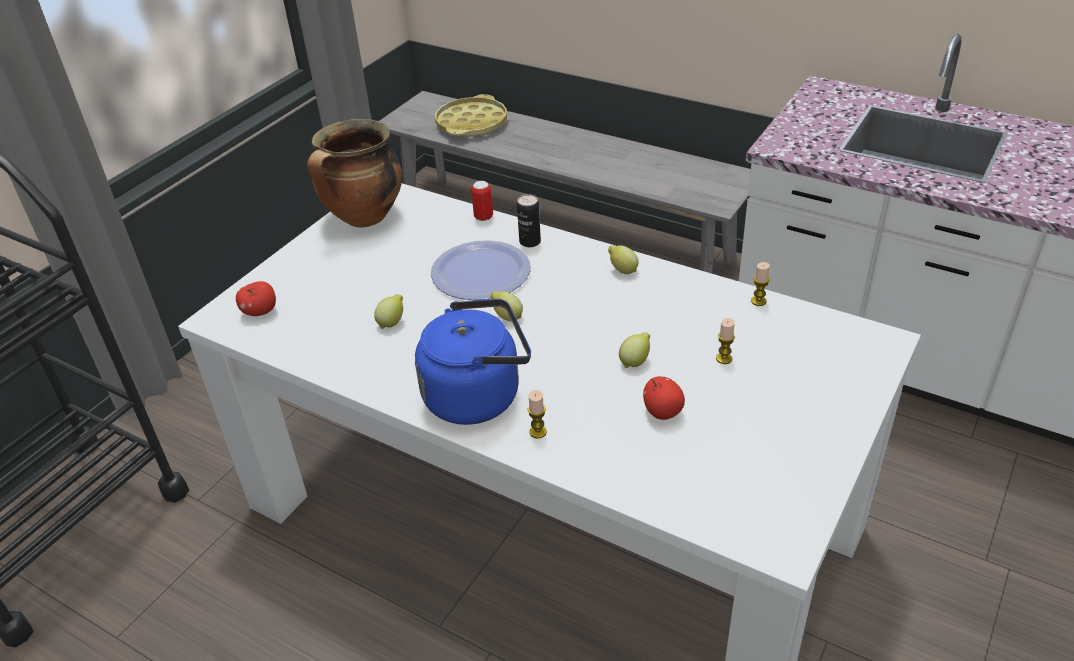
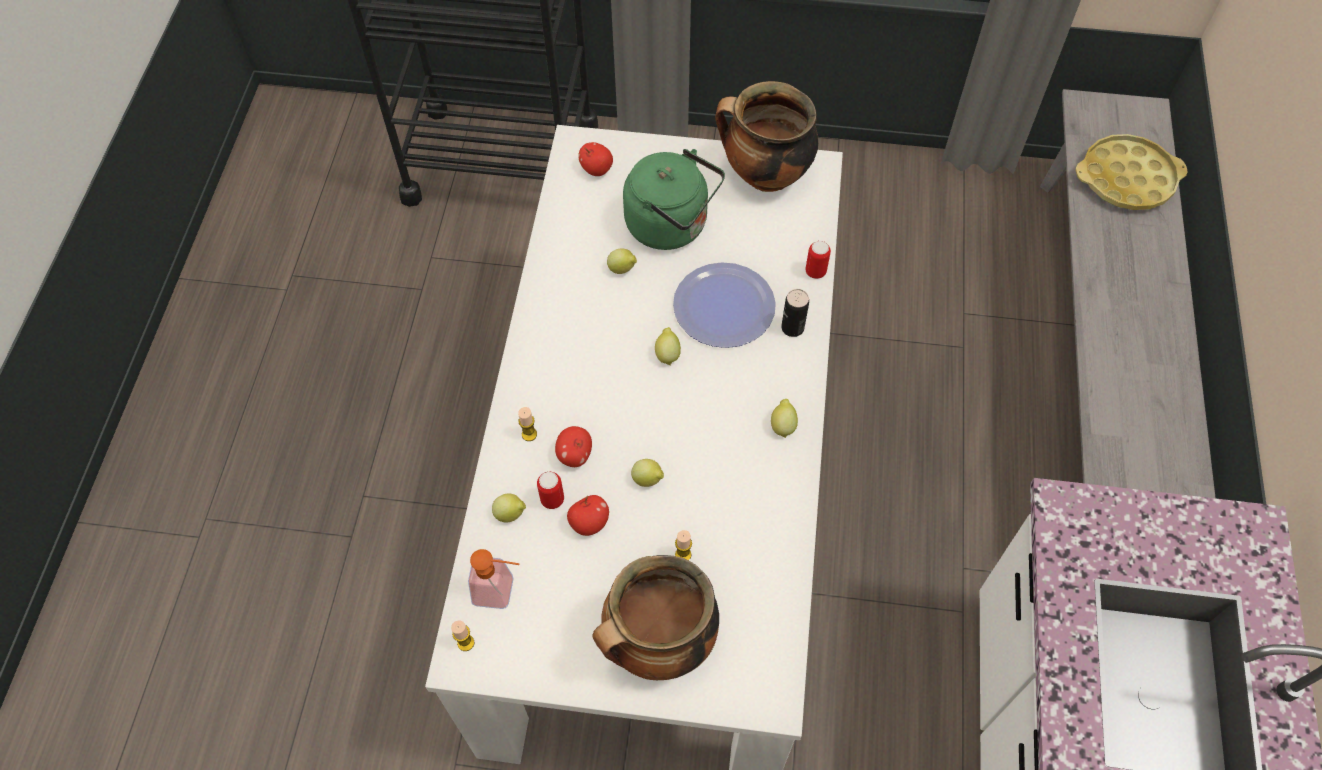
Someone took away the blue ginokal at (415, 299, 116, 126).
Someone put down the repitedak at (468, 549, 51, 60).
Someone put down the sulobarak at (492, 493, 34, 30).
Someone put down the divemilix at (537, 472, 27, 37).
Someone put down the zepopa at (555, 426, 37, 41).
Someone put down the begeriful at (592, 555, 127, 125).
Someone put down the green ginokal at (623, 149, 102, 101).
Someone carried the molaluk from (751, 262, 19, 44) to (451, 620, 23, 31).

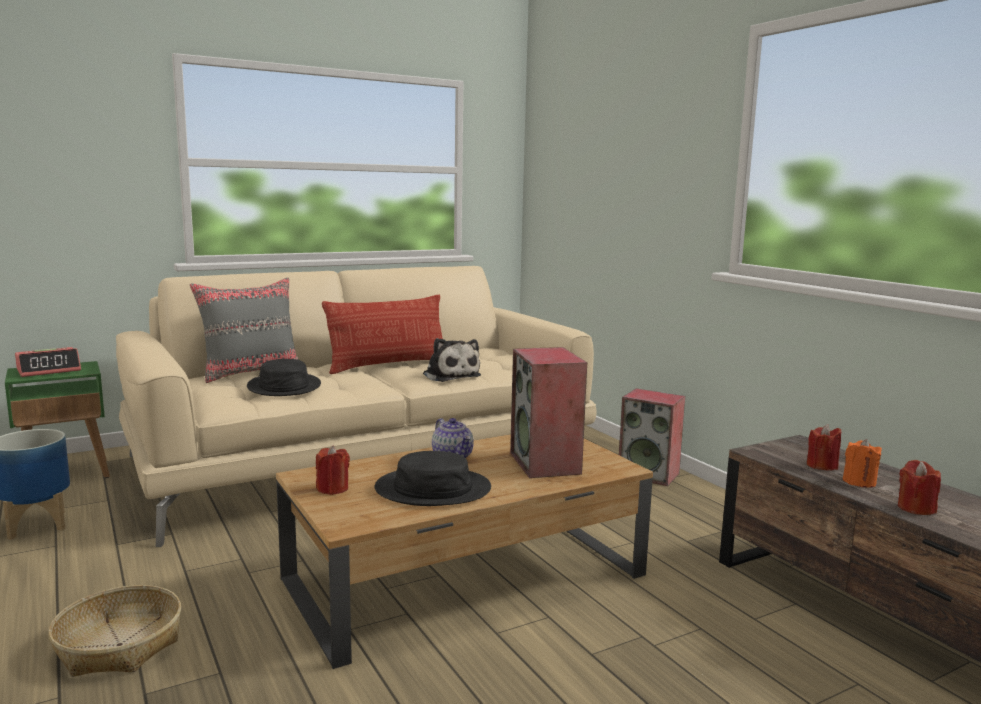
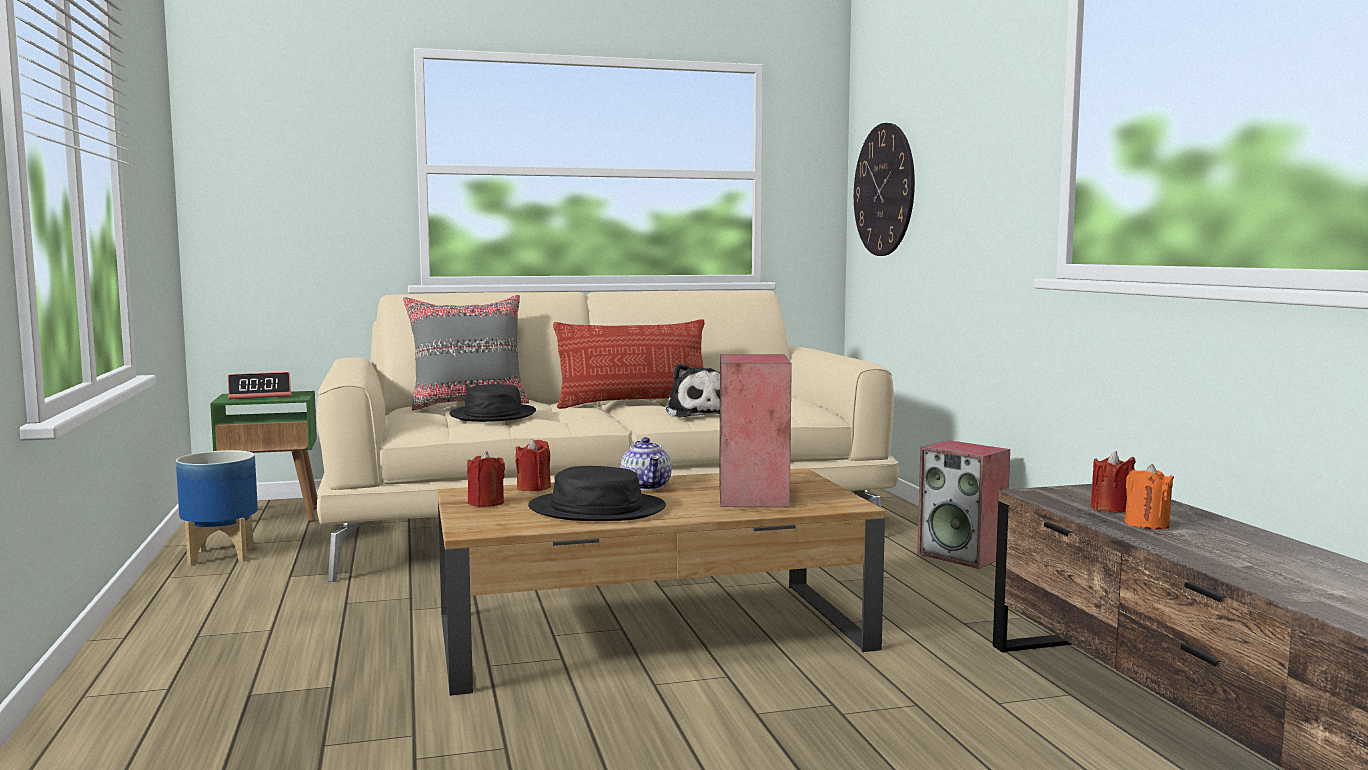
Someone took away the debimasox at (48, 585, 133, 92).
Someone put up the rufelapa at (854, 123, 61, 133).
Someone carried the red molaluk from (898, 460, 43, 55) to (515, 438, 36, 53).

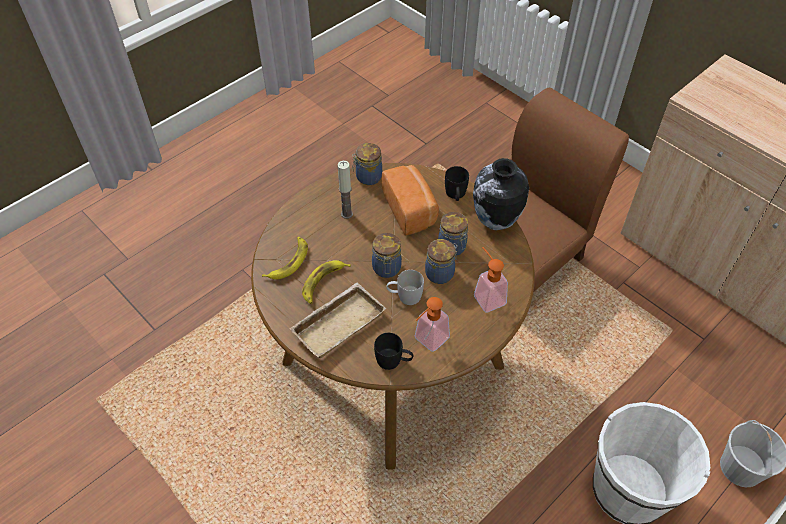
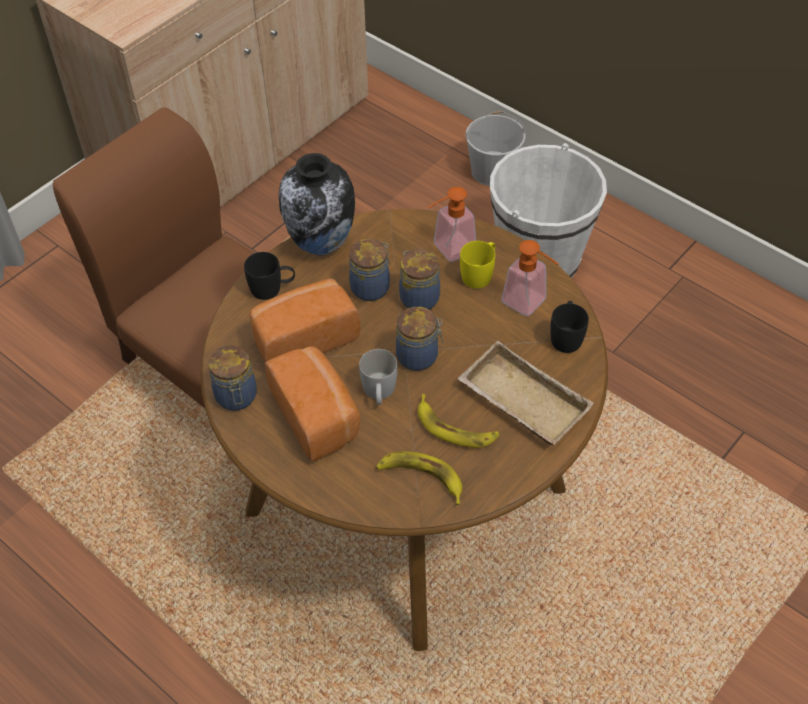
Someone put down the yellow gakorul at (460, 241, 35, 48).
Someone carried the white gakorul from (387, 270, 37, 35) to (359, 349, 38, 56).
Someone swapped the molaluk at (338, 161, 15, 58) for the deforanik at (265, 346, 95, 116).

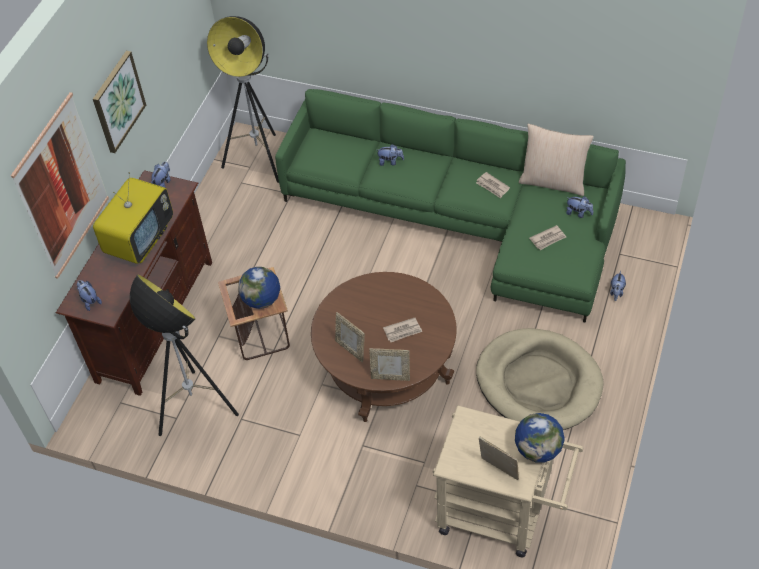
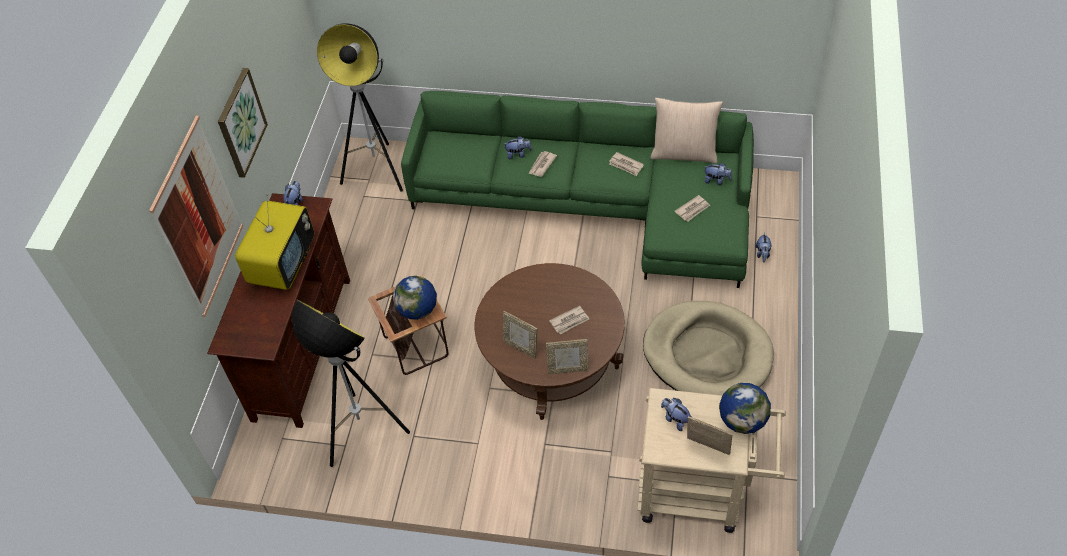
Someone put down the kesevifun at (528, 151, 29, 26).
Someone carried the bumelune from (77, 280, 25, 31) to (661, 398, 31, 33).

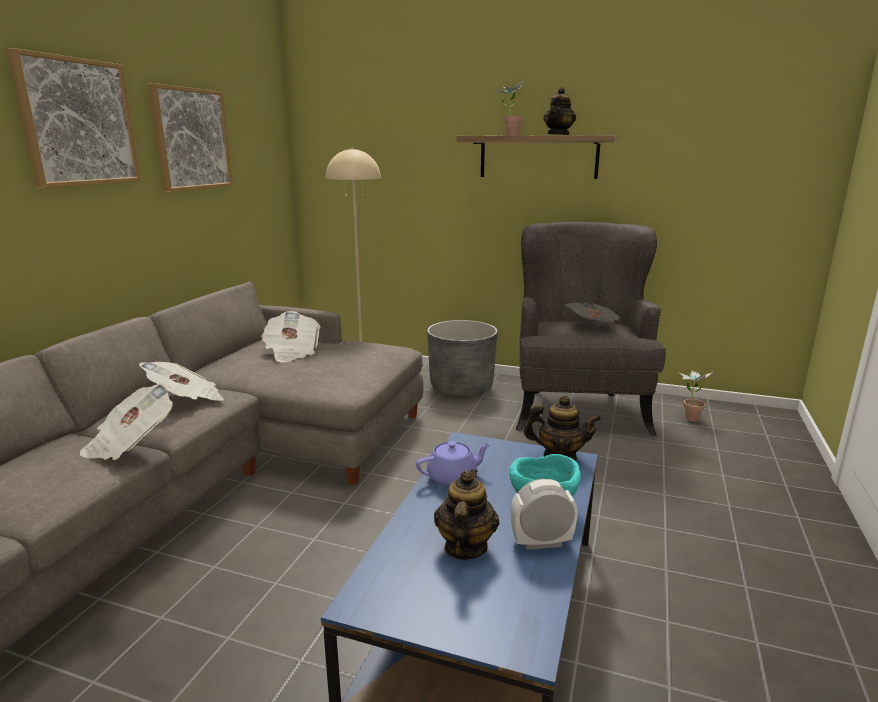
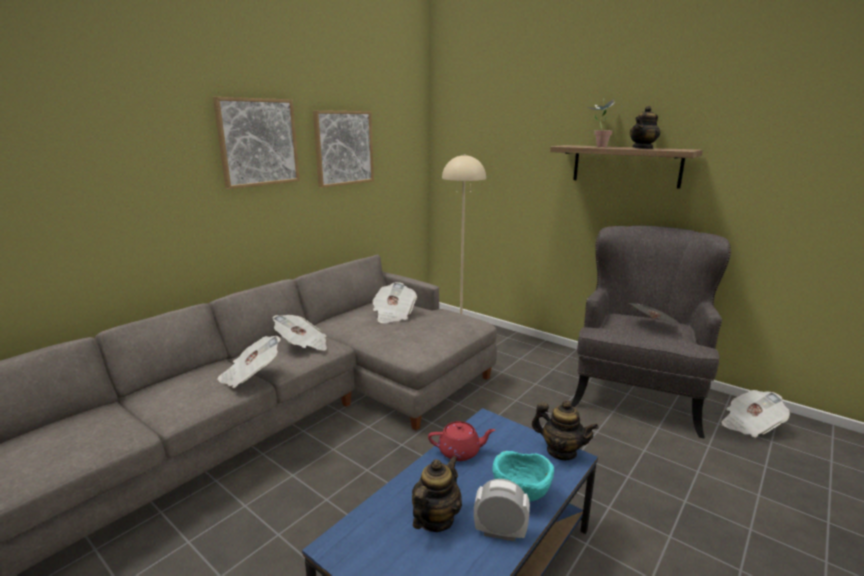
Someone took away the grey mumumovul at (427, 320, 70, 78).
Someone swapped the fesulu at (679, 369, 33, 53) for the kesevifun at (721, 390, 69, 47).
Someone repainted the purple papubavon at (416, 441, 76, 46), which became the red papubavon at (428, 421, 67, 40).

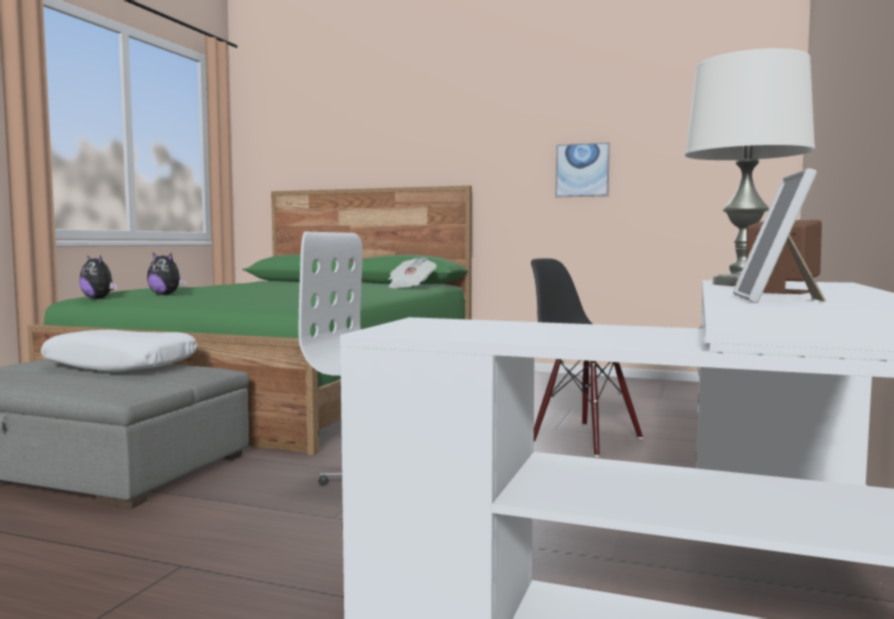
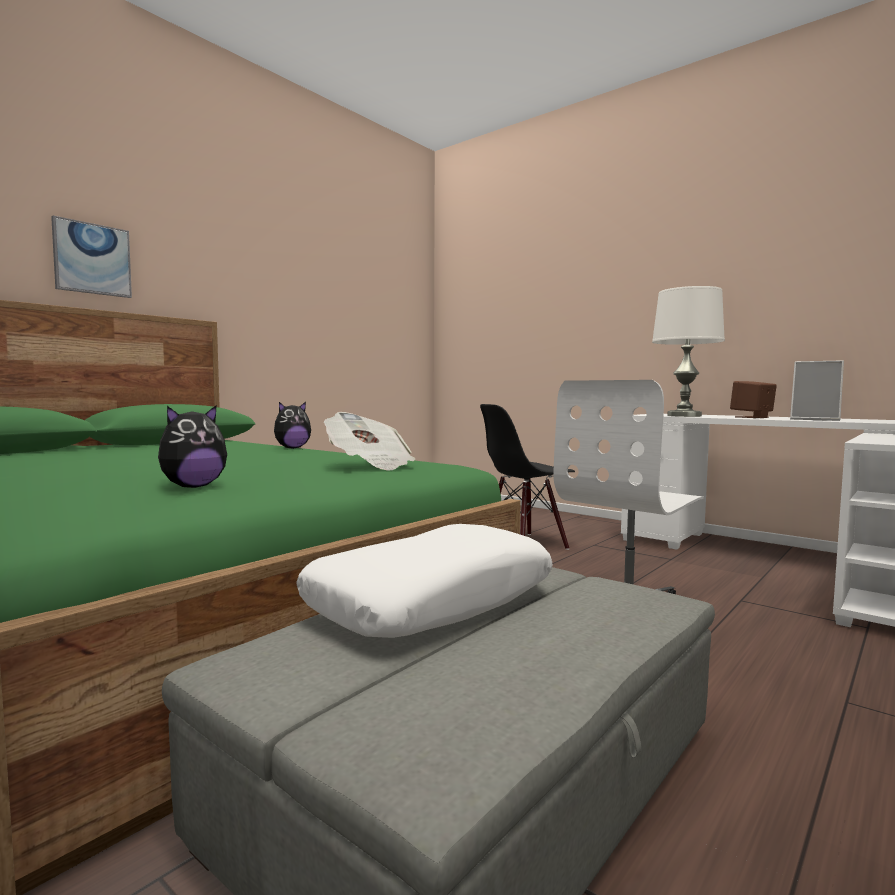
Someone carried the bumelune from (79, 255, 38, 44) to (274, 402, 37, 47).
Someone carried the kesevifun from (389, 257, 48, 31) to (324, 412, 91, 58).
Someone carried the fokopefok from (555, 142, 55, 55) to (51, 215, 81, 83).

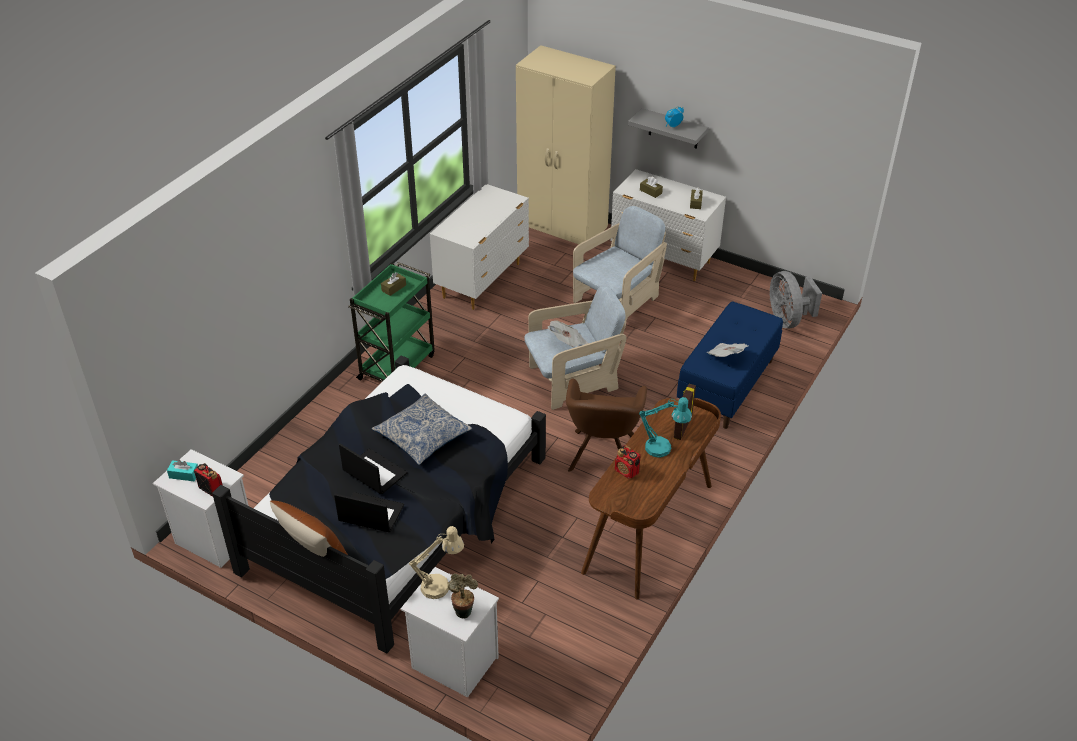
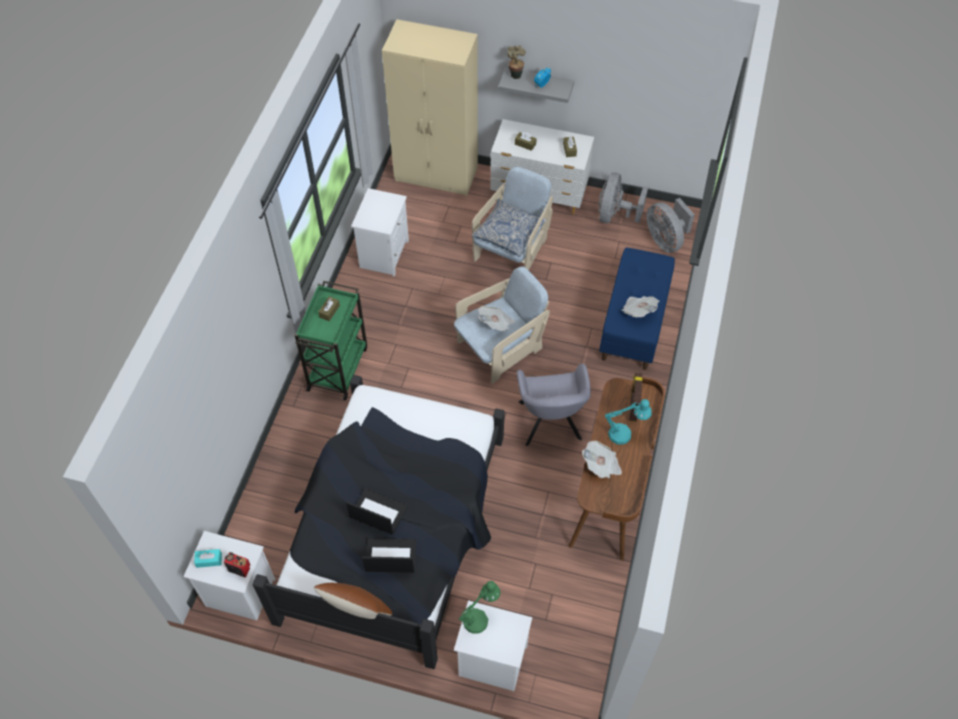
Someone put down the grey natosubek at (598, 172, 50, 51).
Someone carried the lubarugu from (372, 393, 100, 72) to (471, 199, 76, 58).
Someone carried the fesulu from (447, 573, 31, 45) to (507, 45, 19, 34).
Someone swapped the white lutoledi at (430, 184, 99, 126) for the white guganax at (351, 188, 58, 88).
Someone swapped the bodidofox at (615, 445, 26, 34) for the kesevifun at (582, 441, 40, 37).
Someone repainted the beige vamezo at (409, 526, 55, 73), which became the green vamezo at (459, 581, 42, 53).
Someone repainted the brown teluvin at (566, 379, 81, 93), which became the grey teluvin at (517, 364, 74, 82).

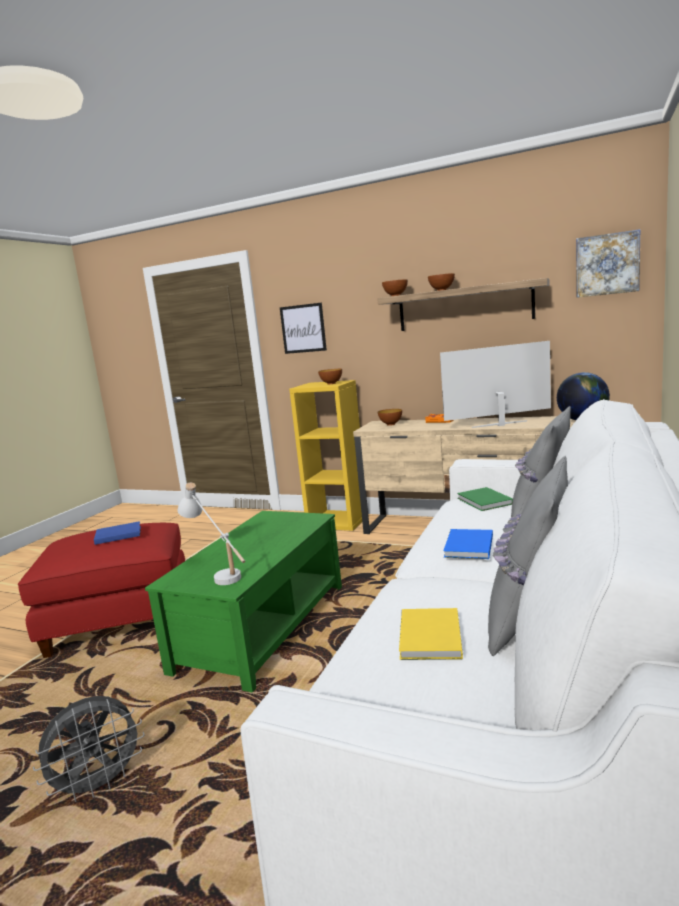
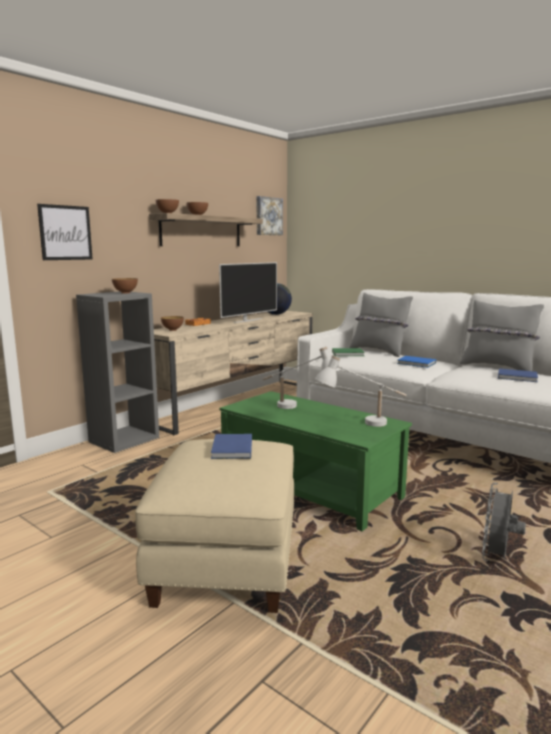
Someone put down the white vamezo at (263, 347, 79, 62).
Someone repainted the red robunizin at (18, 523, 167, 135), which became the beige robunizin at (135, 439, 159, 174).
Someone repainted the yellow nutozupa at (289, 380, 73, 151), which became the grey nutozupa at (76, 291, 83, 162).
Someone repainted the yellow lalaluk at (399, 608, 64, 52), which became the blue lalaluk at (498, 369, 40, 13).
Someone rotated the grey natosubek at (33, 696, 112, 106) by 135 degrees counterclockwise.
Someone rotated the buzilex at (440, 341, 111, 87) by 150 degrees counterclockwise.

